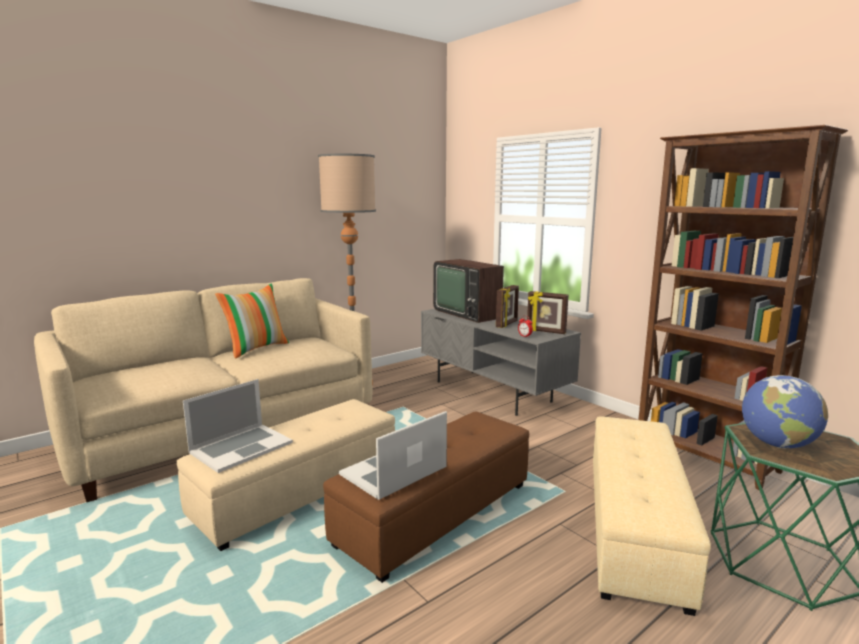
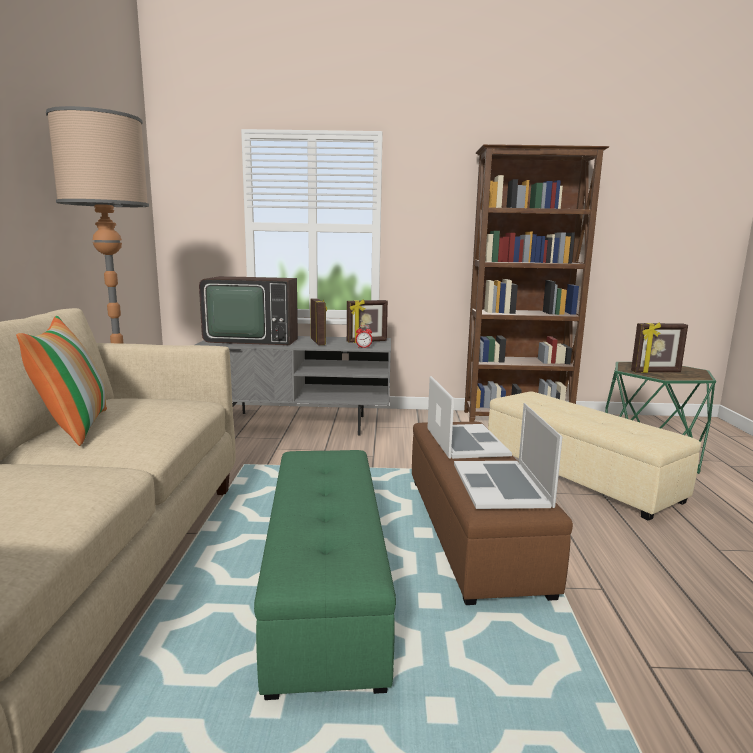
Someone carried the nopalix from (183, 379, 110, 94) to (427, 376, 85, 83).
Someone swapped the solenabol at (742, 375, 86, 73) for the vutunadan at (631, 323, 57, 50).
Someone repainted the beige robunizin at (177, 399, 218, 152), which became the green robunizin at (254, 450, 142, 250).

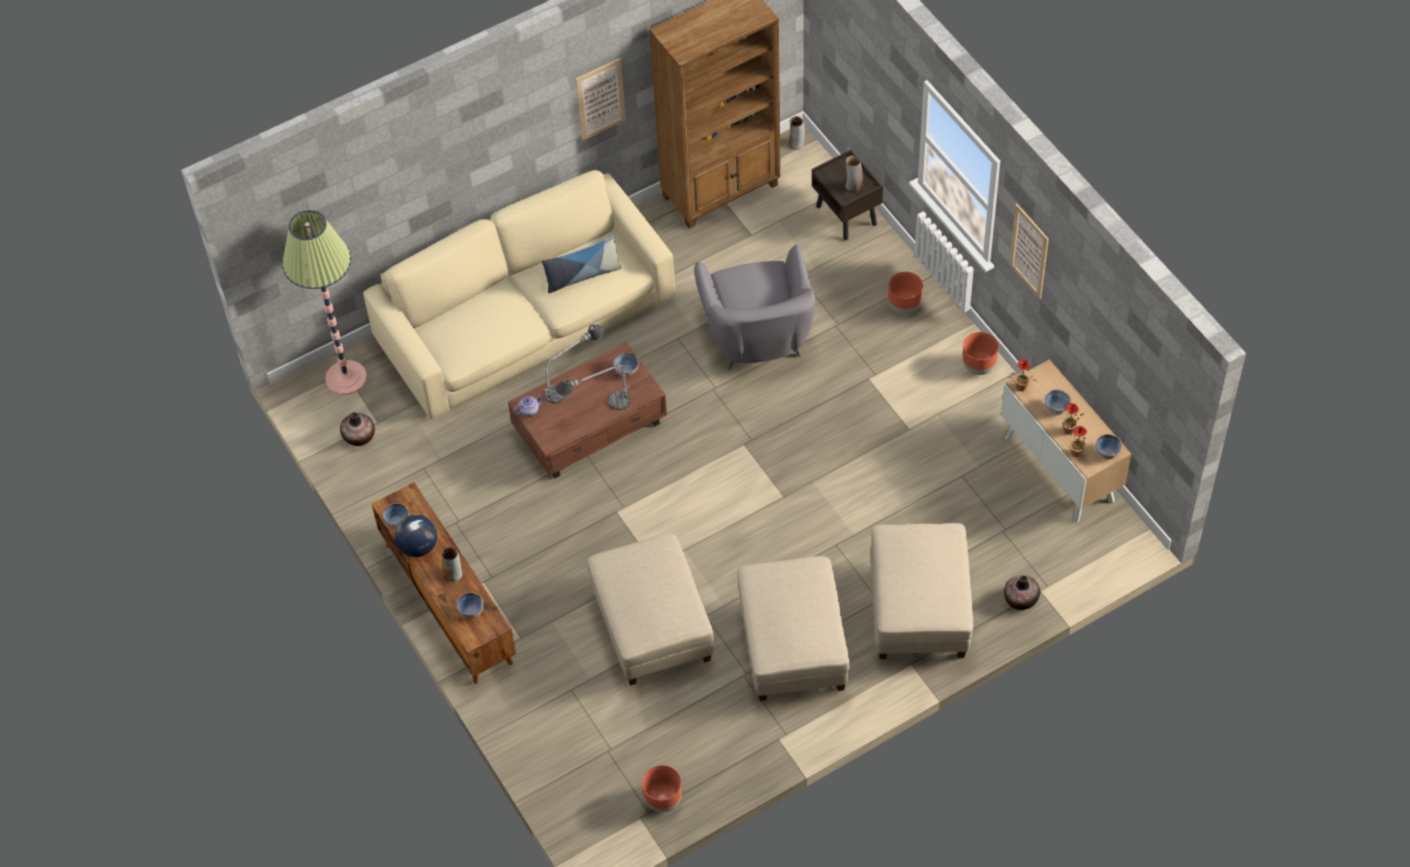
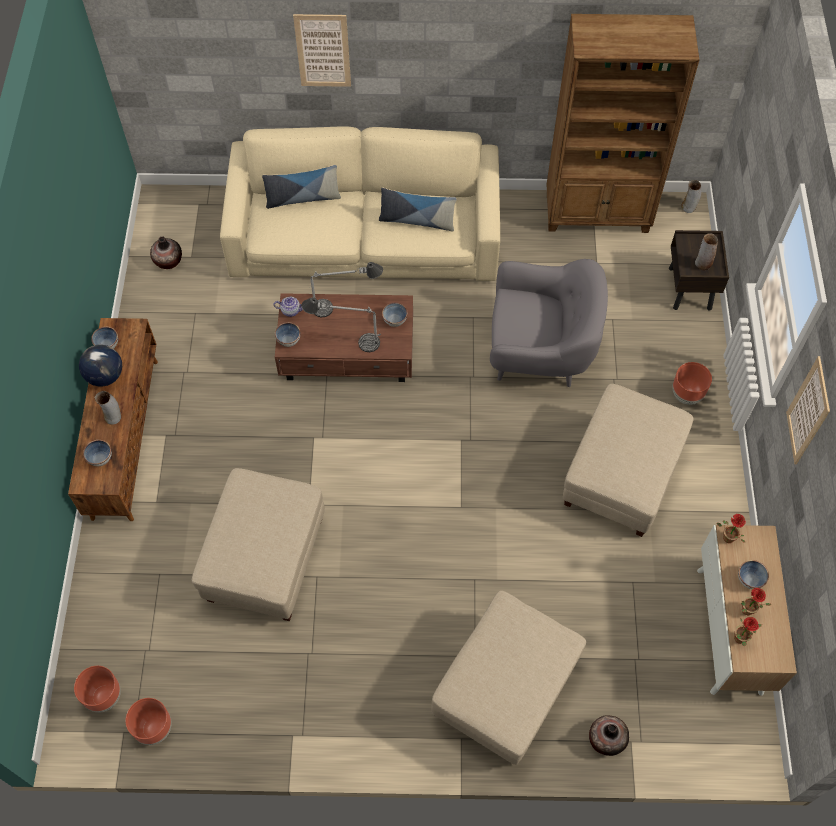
Someone took away the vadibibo at (282, 210, 85, 185).
Someone put down the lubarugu at (262, 165, 79, 44).
Someone carried the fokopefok from (576, 58, 50, 82) to (293, 14, 58, 73).
Someone carried the beige robunizin from (737, 556, 112, 145) to (563, 384, 130, 153).
Someone carried the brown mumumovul from (963, 332, 36, 43) to (74, 666, 47, 46).
Someone carried the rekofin from (1095, 434, 27, 26) to (275, 322, 25, 25).
Someone rotated the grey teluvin at (694, 244, 122, 126) by 105 degrees counterclockwise.

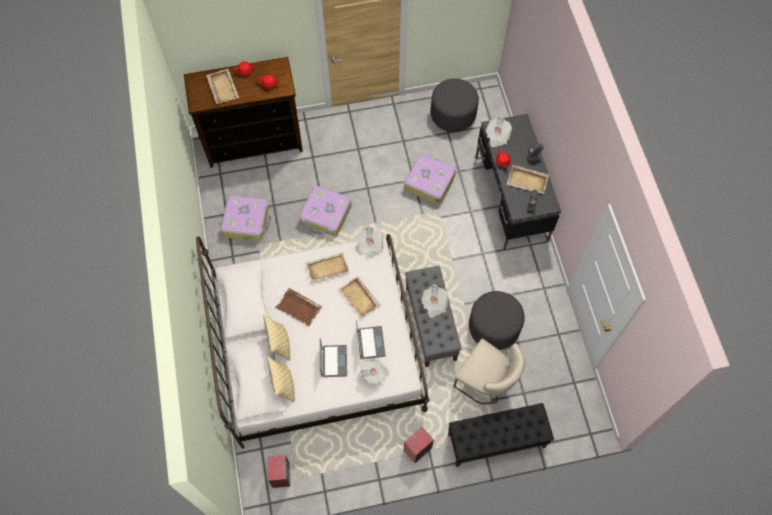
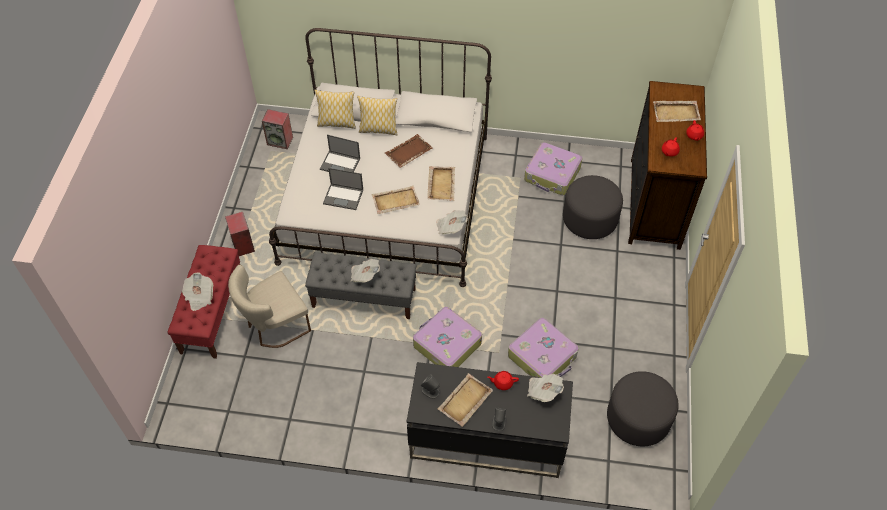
Someone carried the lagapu from (299, 186, 52, 51) to (413, 307, 69, 60).
Someone carried the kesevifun from (359, 359, 31, 25) to (182, 272, 32, 39).
Someone carried the grey robunizin from (469, 291, 56, 59) to (563, 175, 60, 64).
Someone repainted the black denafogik at (448, 403, 106, 64), which became the red denafogik at (167, 245, 73, 114).

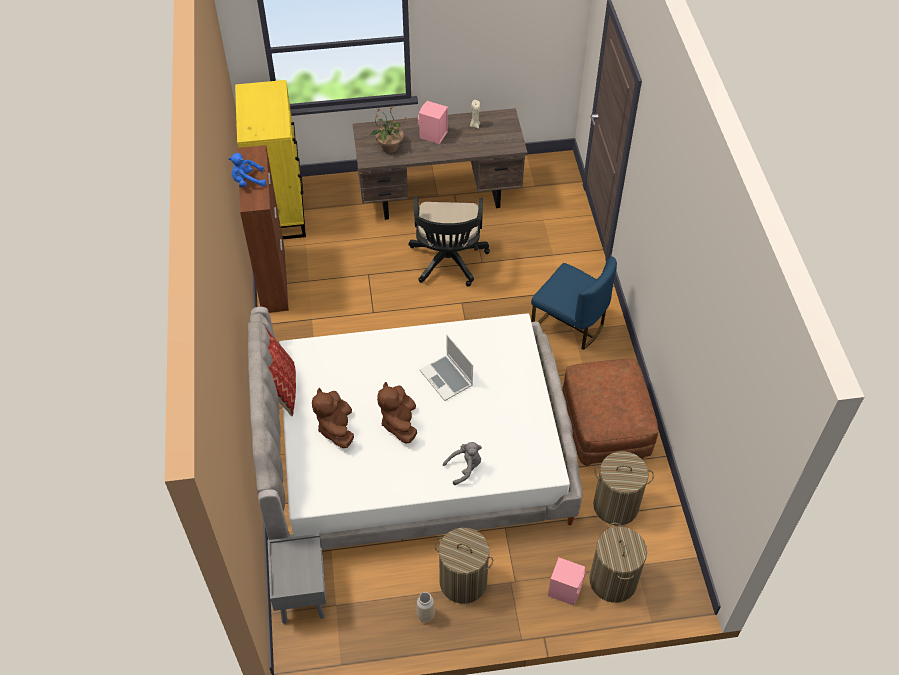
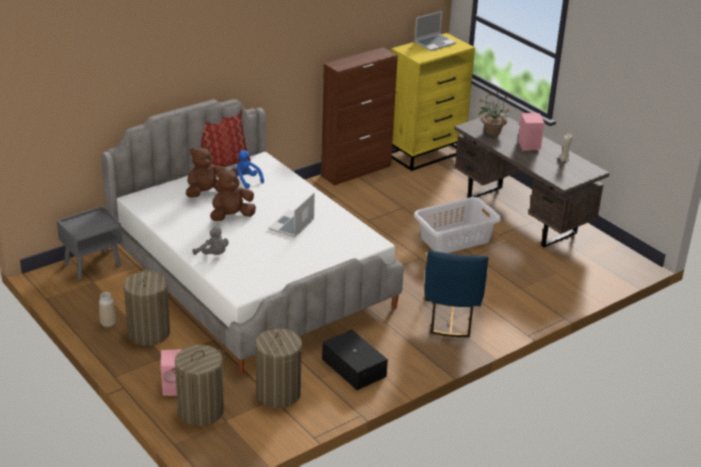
Someone put down the nopalix at (414, 11, 42, 40).
Someone carried the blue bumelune from (229, 153, 37, 34) to (236, 150, 28, 39).
Someone swapped the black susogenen at (409, 196, 81, 91) for the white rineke at (414, 197, 87, 56).
Someone swapped the brown robunizin at (562, 359, 97, 107) for the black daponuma at (322, 330, 66, 60).

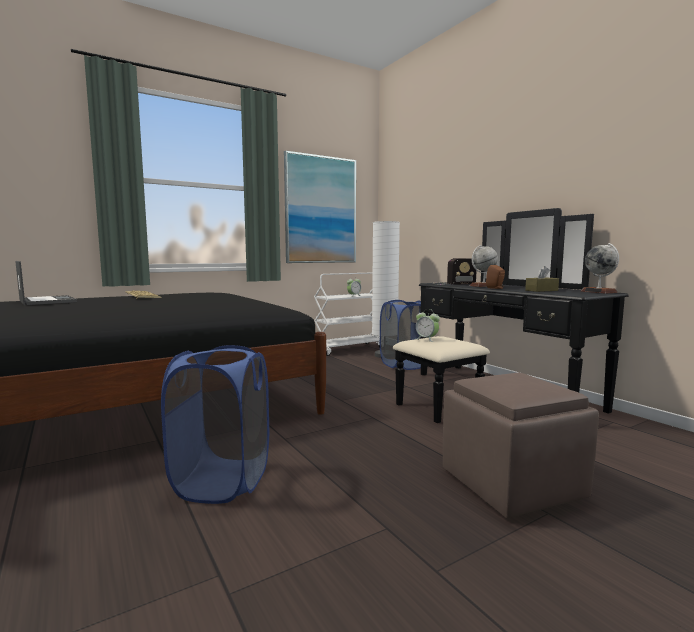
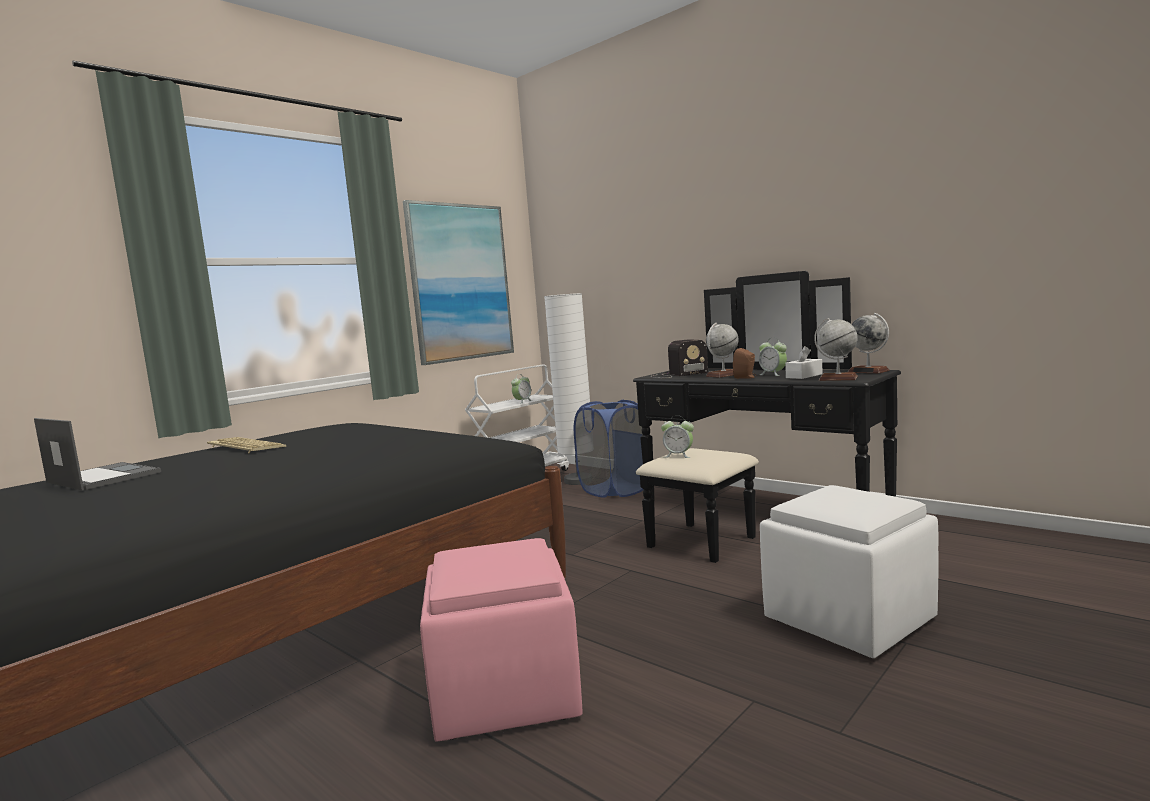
Someone put down the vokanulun at (759, 338, 28, 38).
Someone put down the solenabol at (814, 318, 44, 63).
Someone swapped the blue rineke at (161, 345, 108, 159) for the pink robunizin at (420, 538, 163, 203).
Someone repainted the brown robunizin at (443, 373, 156, 146), which became the white robunizin at (760, 485, 179, 173).
Someone repainted the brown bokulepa at (525, 266, 34, 26), which became the white bokulepa at (785, 346, 38, 33).

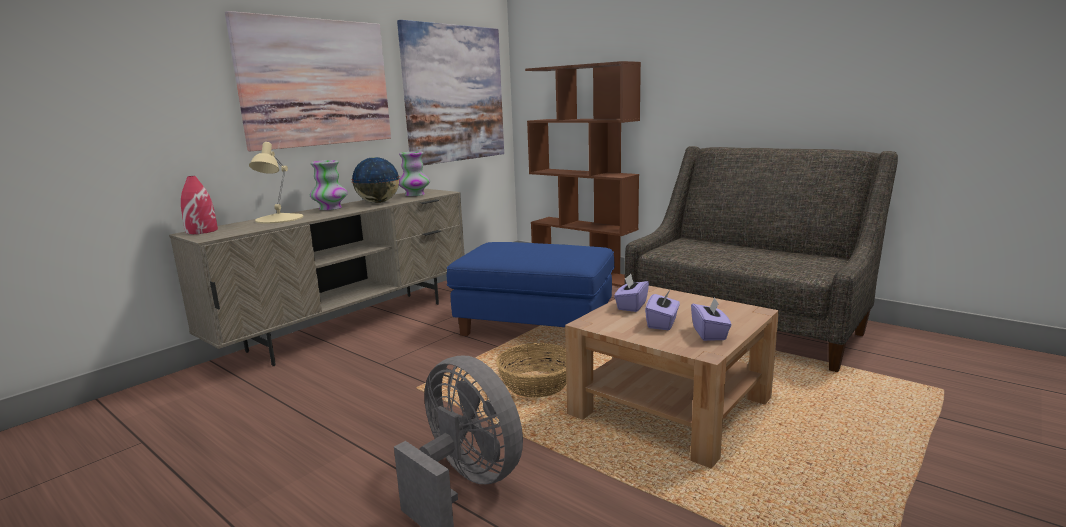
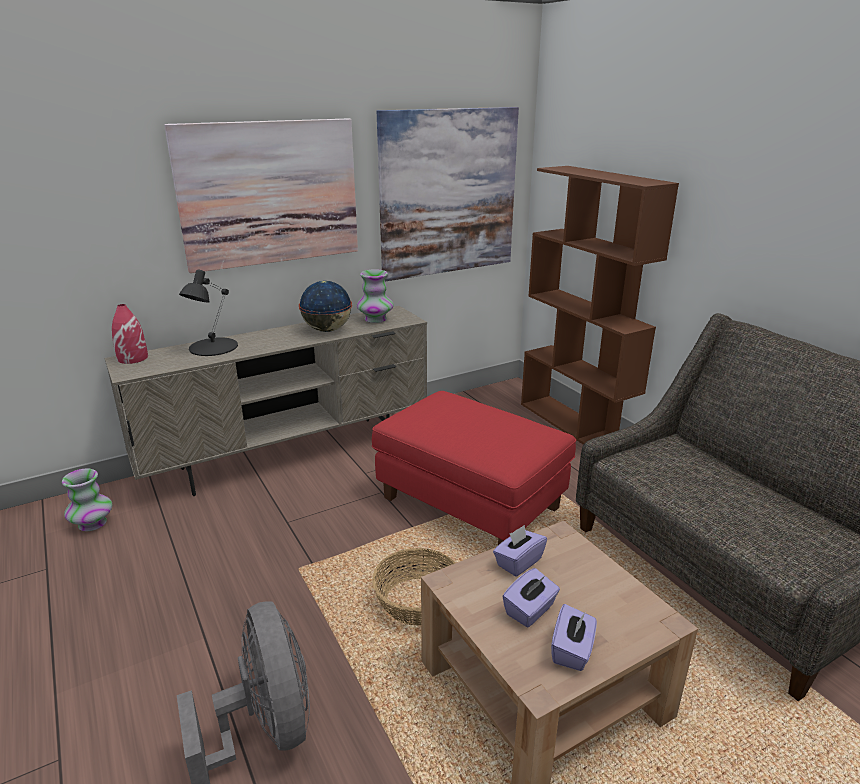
Someone carried the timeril from (310, 160, 38, 50) to (62, 469, 51, 62).
Someone repainted the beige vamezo at (249, 142, 54, 82), which became the black vamezo at (179, 269, 59, 87).
Someone repainted the blue robunizin at (447, 242, 168, 94), which became the red robunizin at (372, 391, 204, 154).

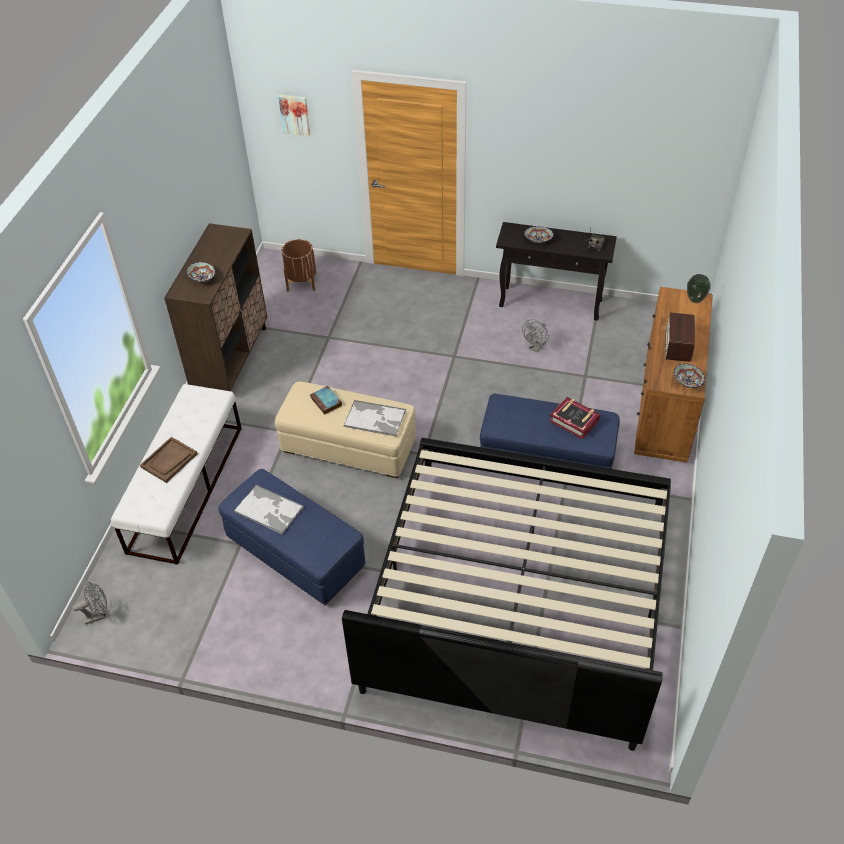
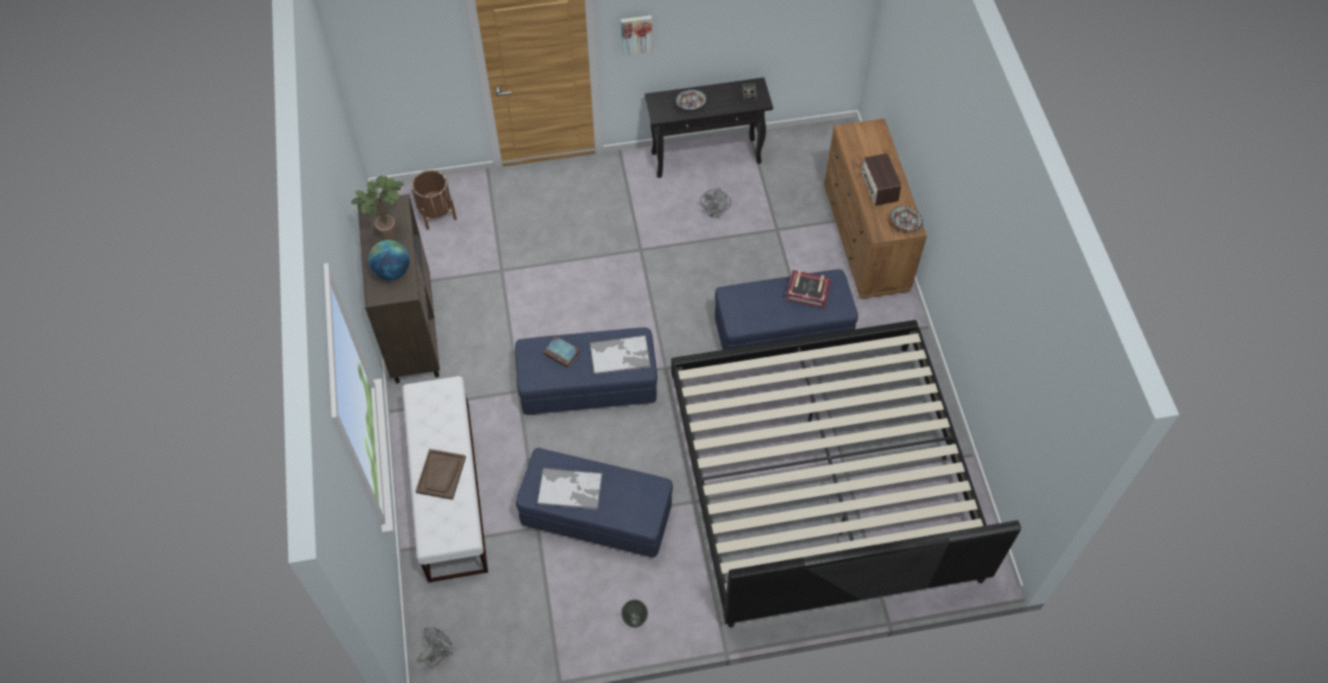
Someone put down the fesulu at (351, 176, 53, 64).
Someone carried the fokopefok from (278, 94, 32, 42) to (621, 15, 31, 41).
Someone carried the timeril from (687, 274, 24, 29) to (621, 600, 27, 28).
Someone swapped the rekofin at (187, 262, 29, 20) for the solenabol at (368, 240, 42, 40).
Someone repainted the beige robunizin at (275, 381, 141, 98), which became the blue robunizin at (515, 327, 142, 88).

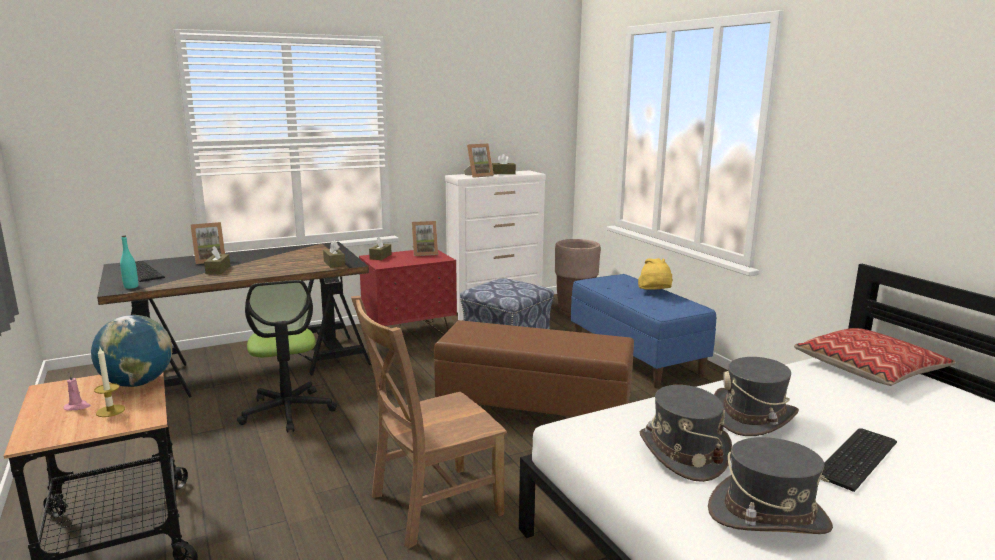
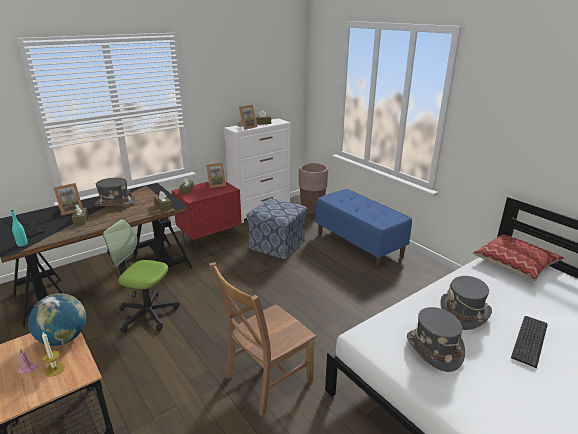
Someone took away the brown robunizin at (434, 320, 200, 97).
Someone took away the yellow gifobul at (638, 258, 34, 32).
Someone carried the grey gifobul from (708, 437, 125, 97) to (94, 178, 42, 28).
Someone rotated the susogenen at (237, 280, 100, 153) by 135 degrees clockwise.

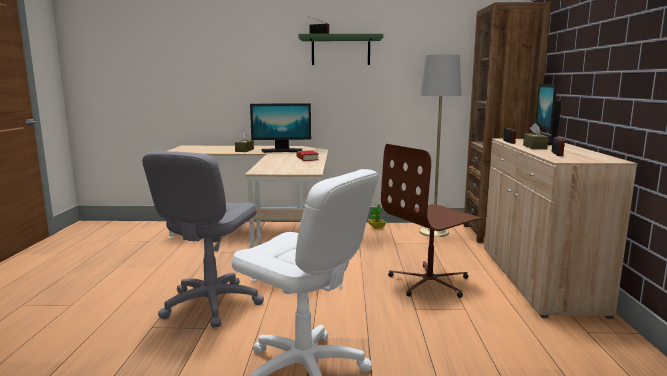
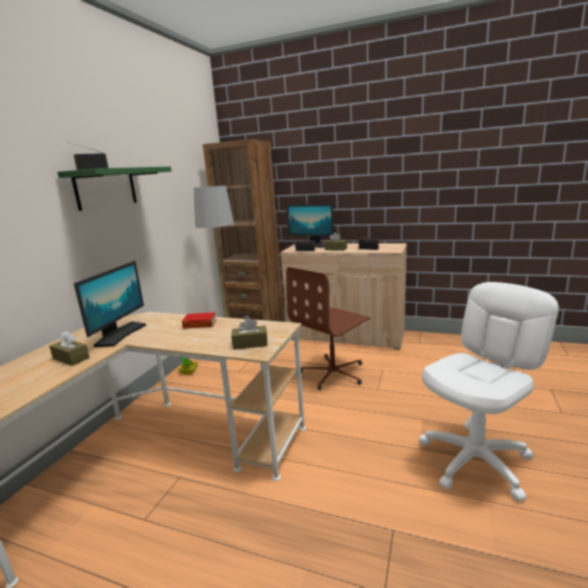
Someone took away the grey susogenen at (142, 151, 122, 177).
Someone put down the brown bokulepa at (231, 317, 37, 33).
Someone rotated the brown susogenen at (381, 144, 102, 154) by 60 degrees clockwise.

